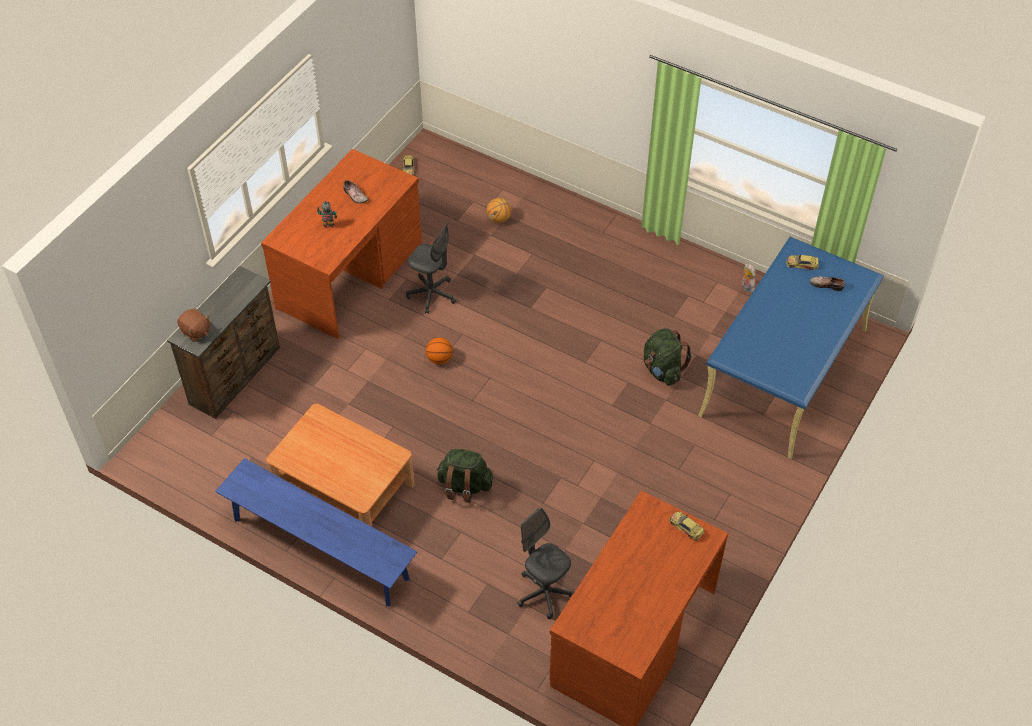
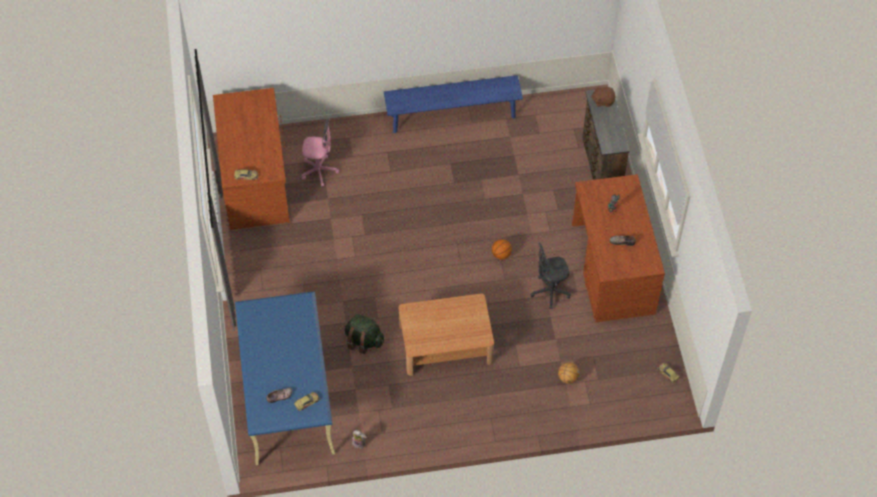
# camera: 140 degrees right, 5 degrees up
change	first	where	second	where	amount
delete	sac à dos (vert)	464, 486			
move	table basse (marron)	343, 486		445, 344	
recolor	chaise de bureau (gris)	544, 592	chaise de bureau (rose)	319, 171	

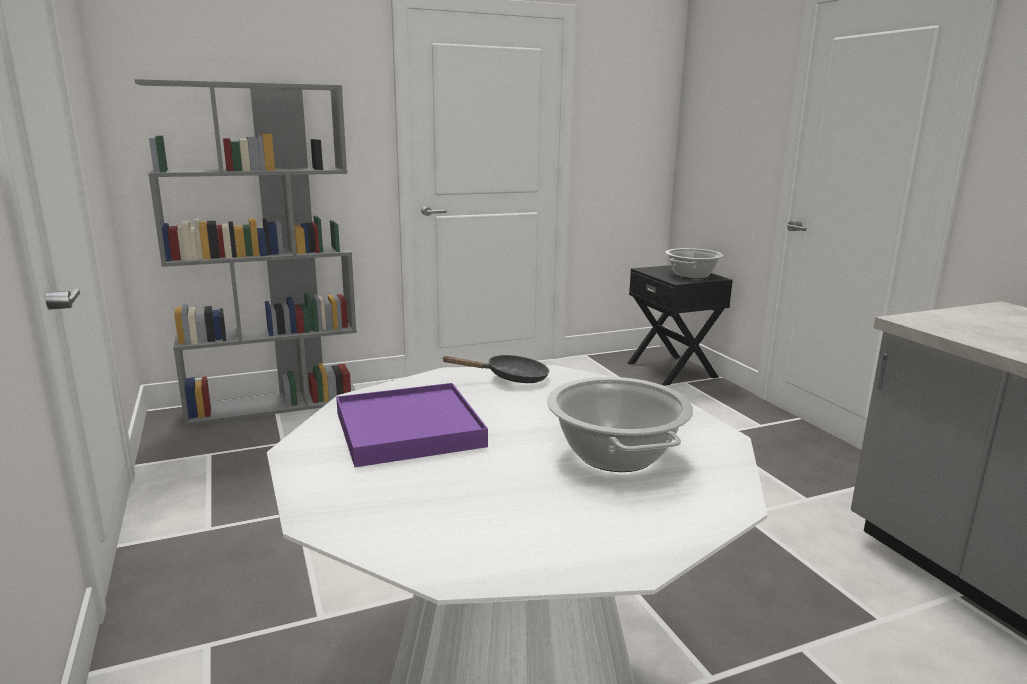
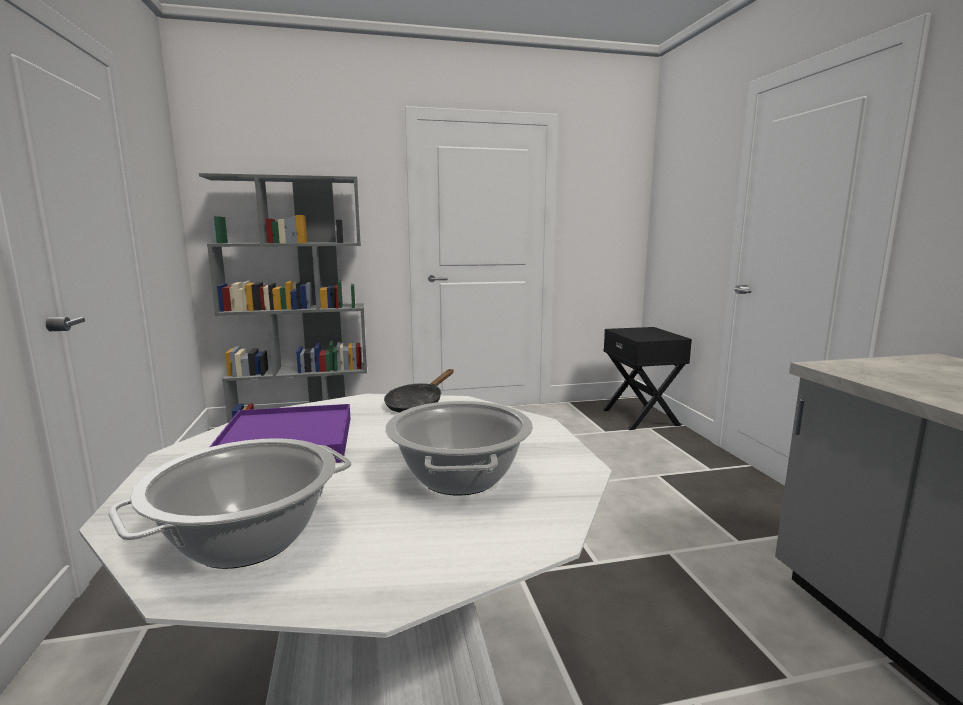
# camera: 10 degrees right, 5 degrees down
change	first	where	second	where	amount
move	marmite	691, 275		248, 539	
rotate	poêle (noir)	510, 378		417, 404	120 degrees clockwise

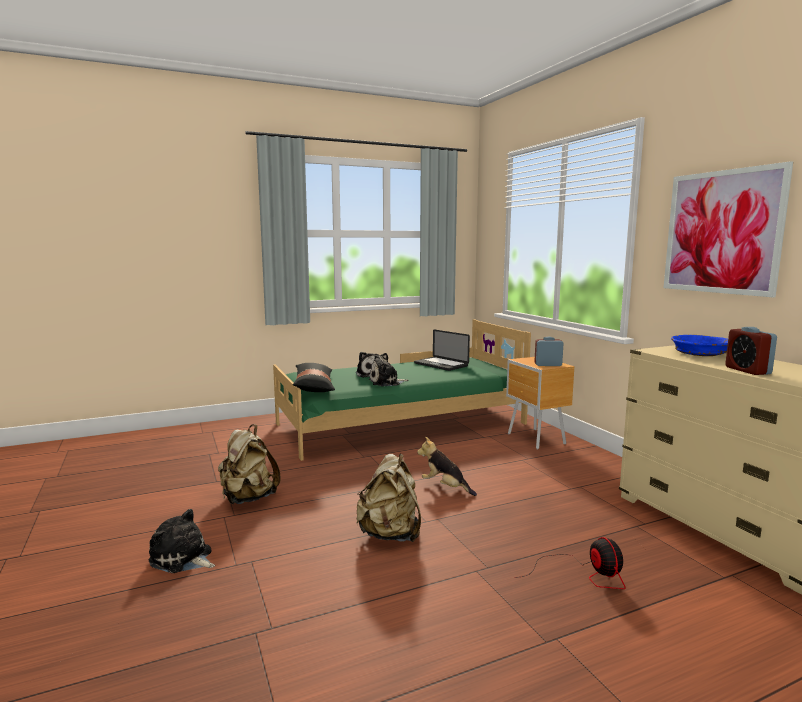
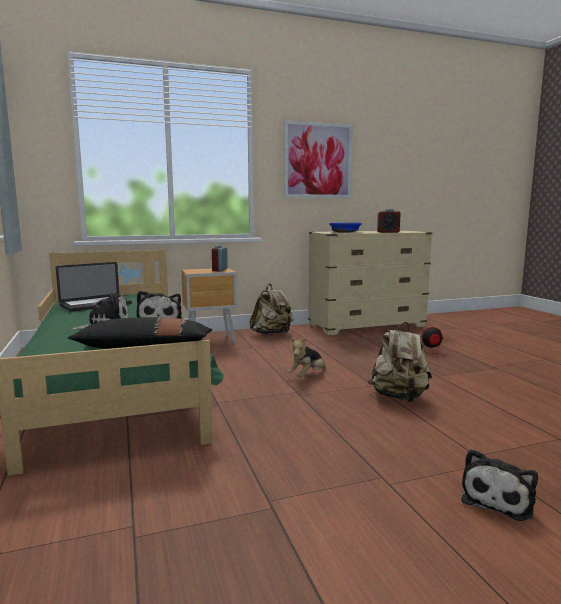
# camera: 85 degrees left, 0 degrees up
change	first	where	second	where	amount
move	sac à dos (beige)	248, 498		272, 334	

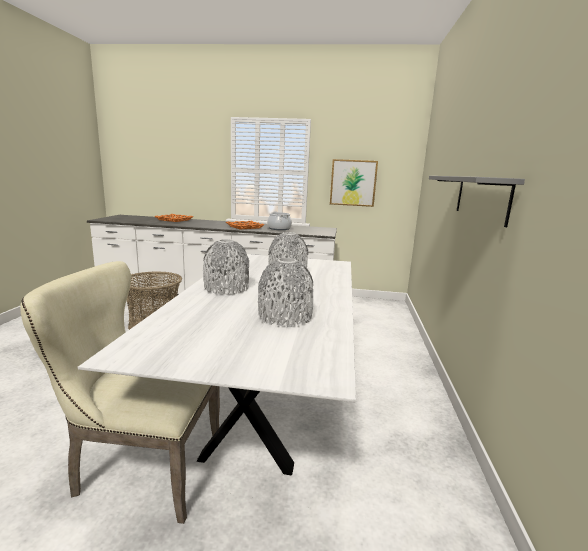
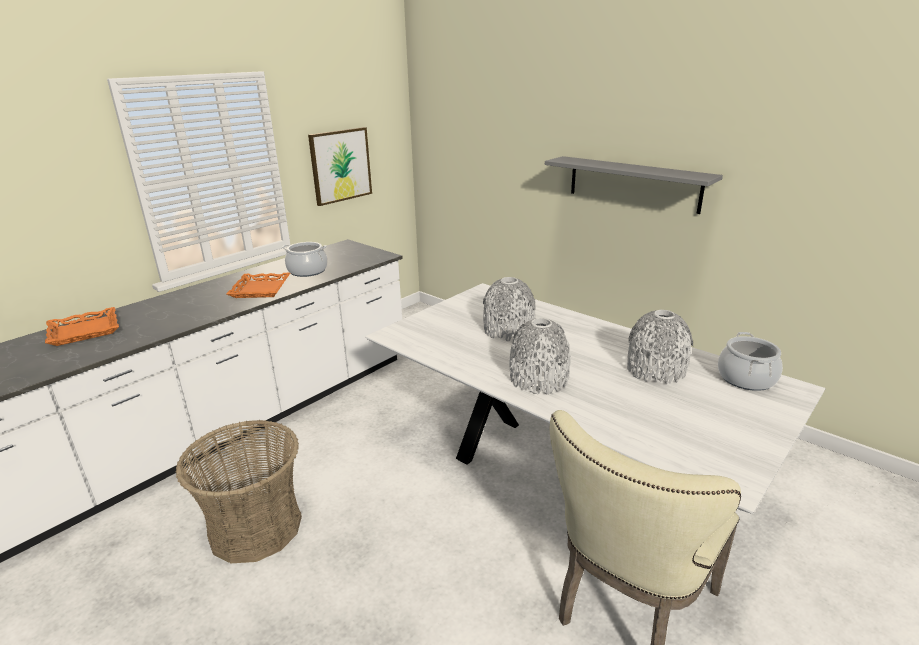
# camera: 55 degrees left, 10 degrees up
change	first	where	second	where	amount
insert			marmite	746, 378	

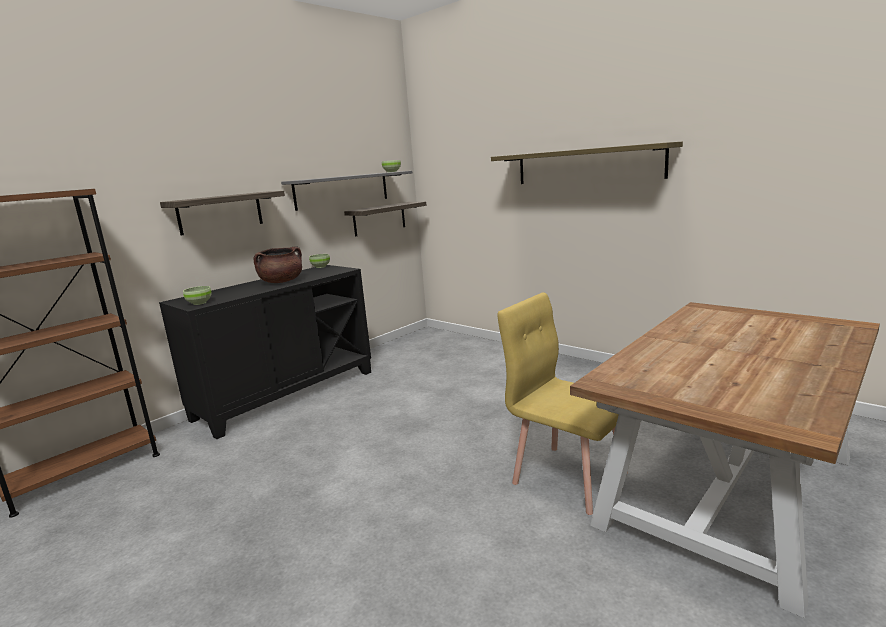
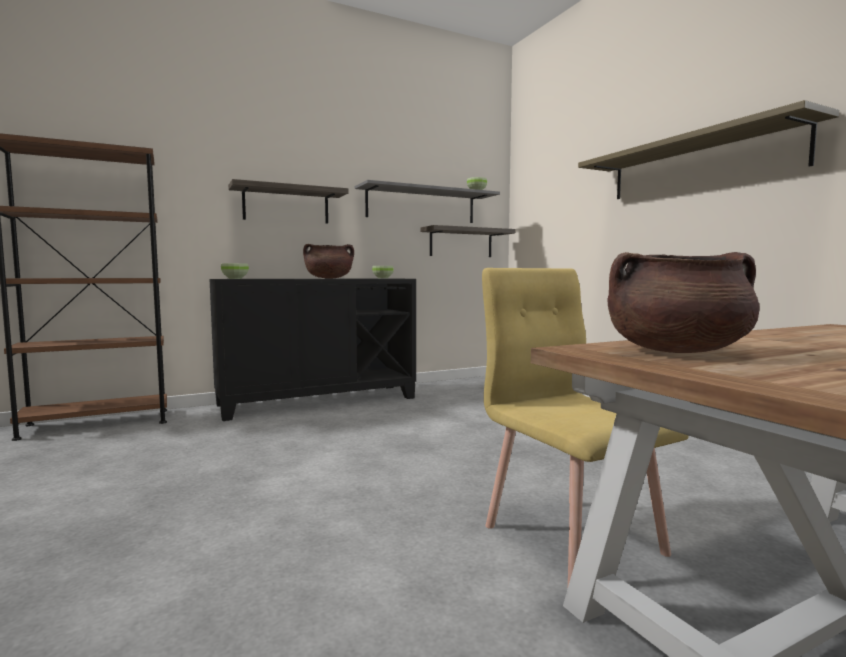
# camera: 20 degrees right, 10 degrees down
change	first	where	second	where	amount
insert			marmite (marron)	677, 351	

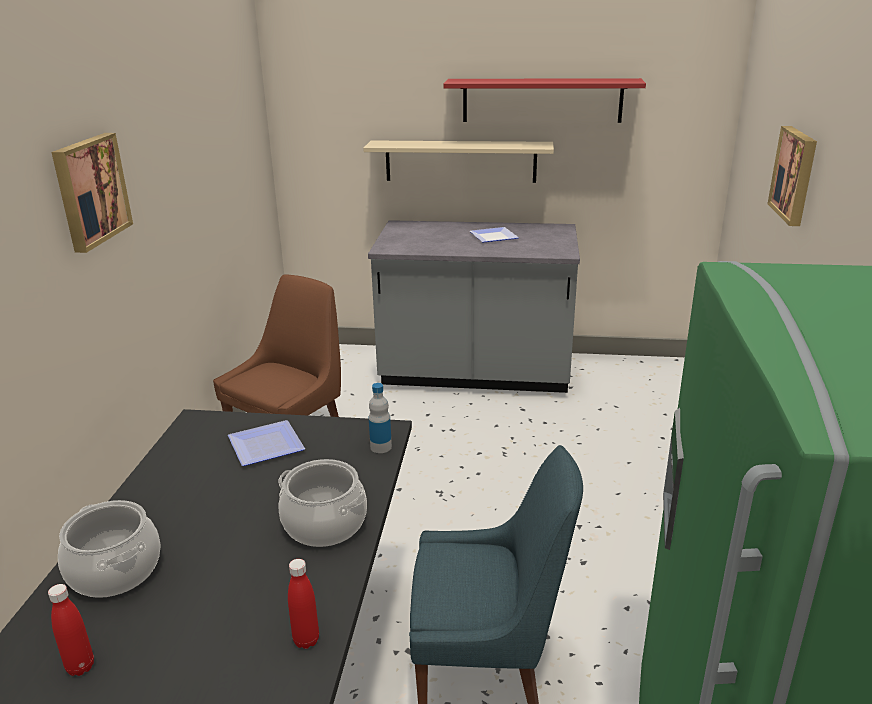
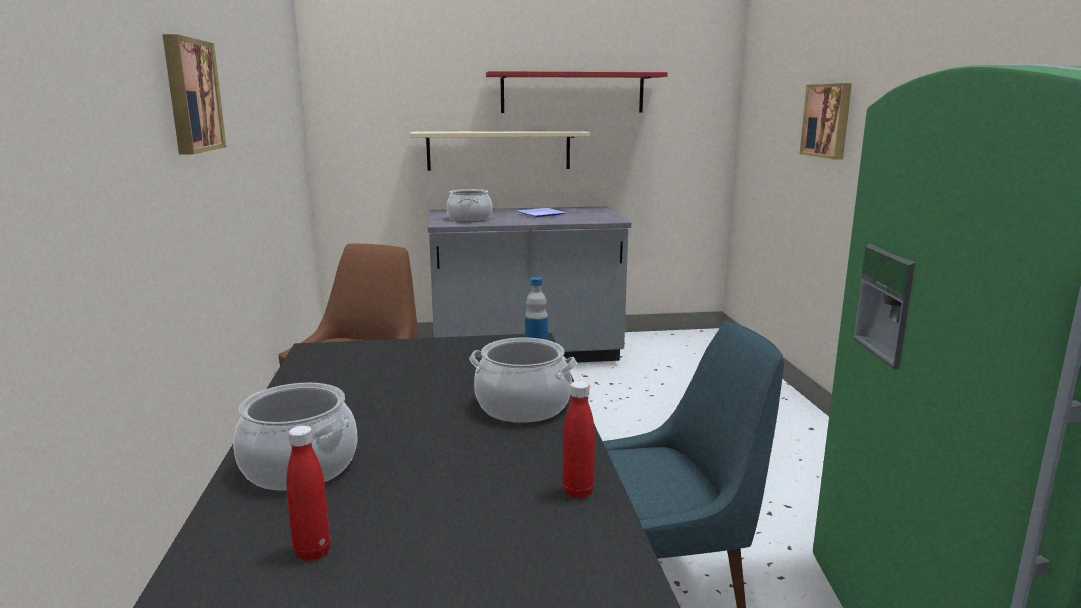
# camera: 15 degrees left, 10 degrees down
change	first	where	second	where	amount
delete	assiette	269, 446			
insert			marmite	469, 219	

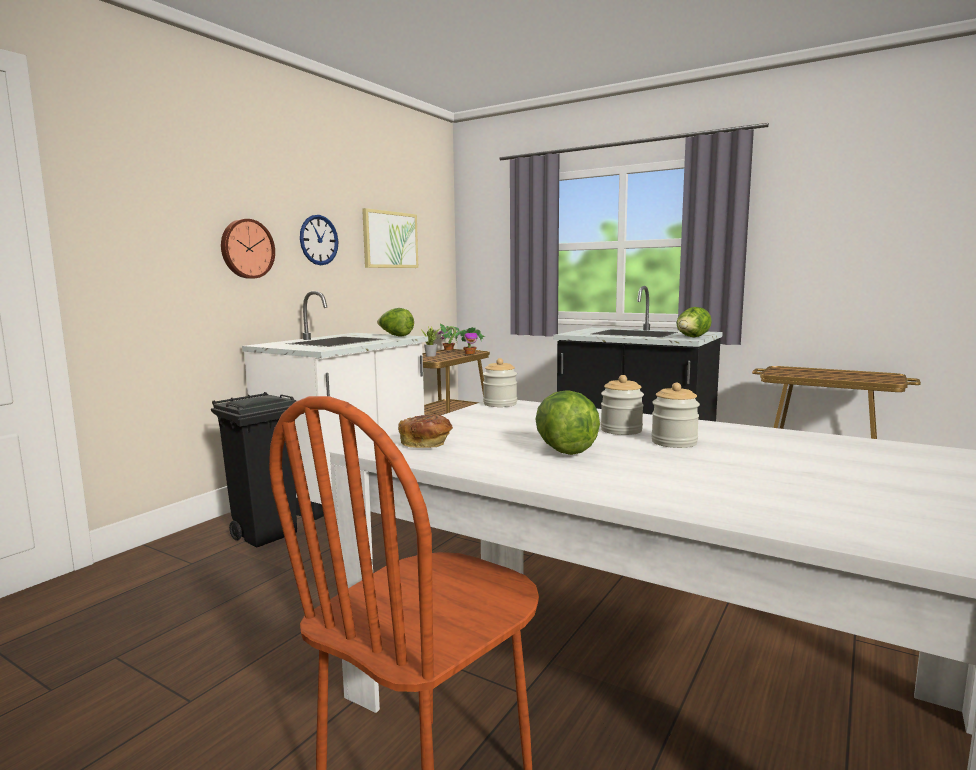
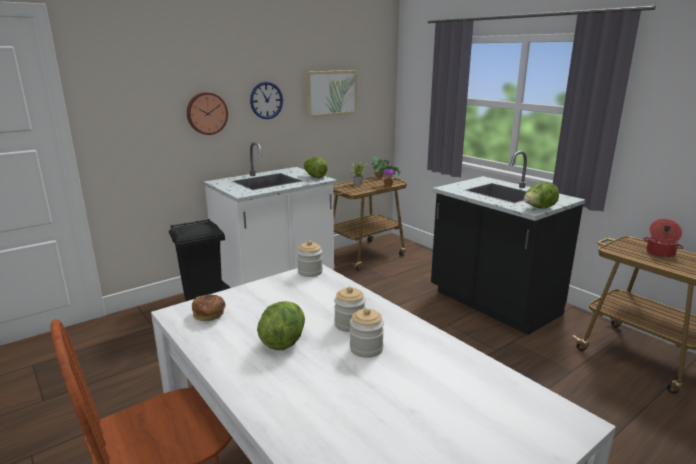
# camera: 20 degrees right, 10 degrees up
change	first	where	second	where	amount
insert			marmite	660, 253	

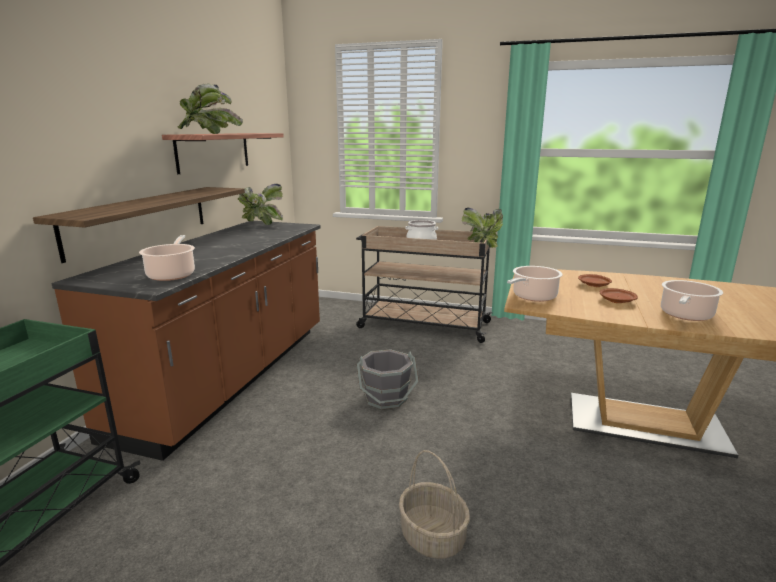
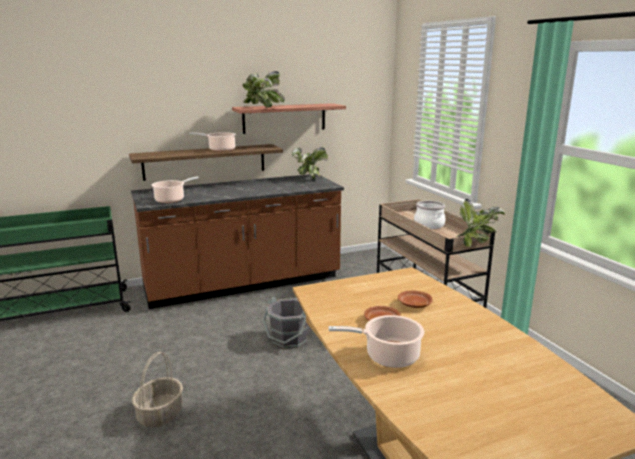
# camera: 50 degrees right, 0 degrees up
change	first	where	second	where	amount
move	marmite	533, 297		220, 149	

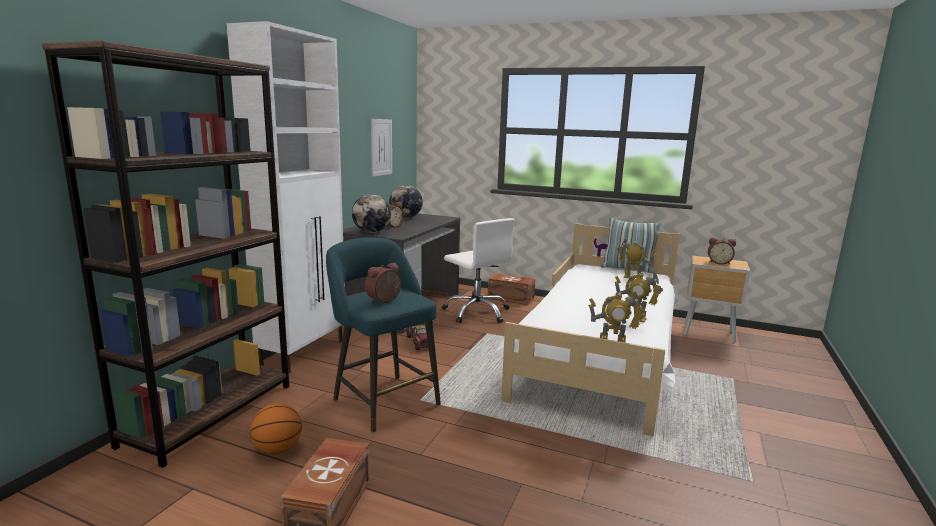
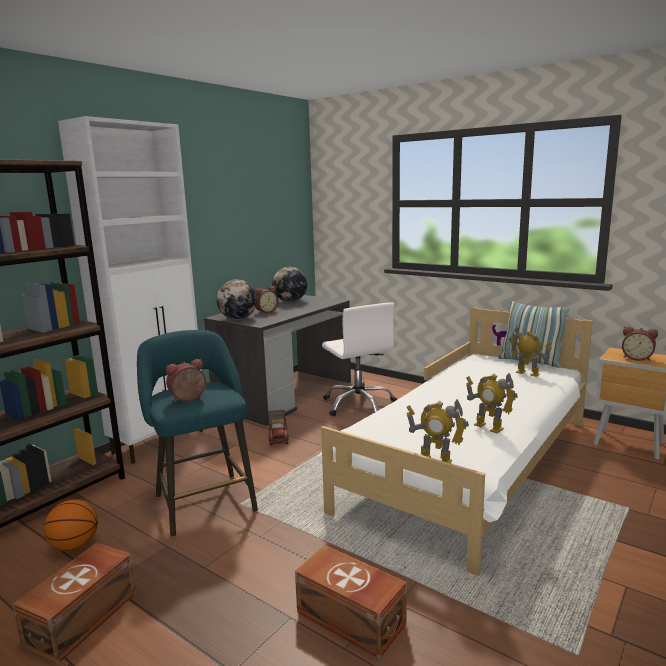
# camera: 15 degrees right, 0 degrees up
change	first	where	second	where	amount
delete	tableau	381, 147			
move	boîte de rangement (marron)	511, 299		351, 619	

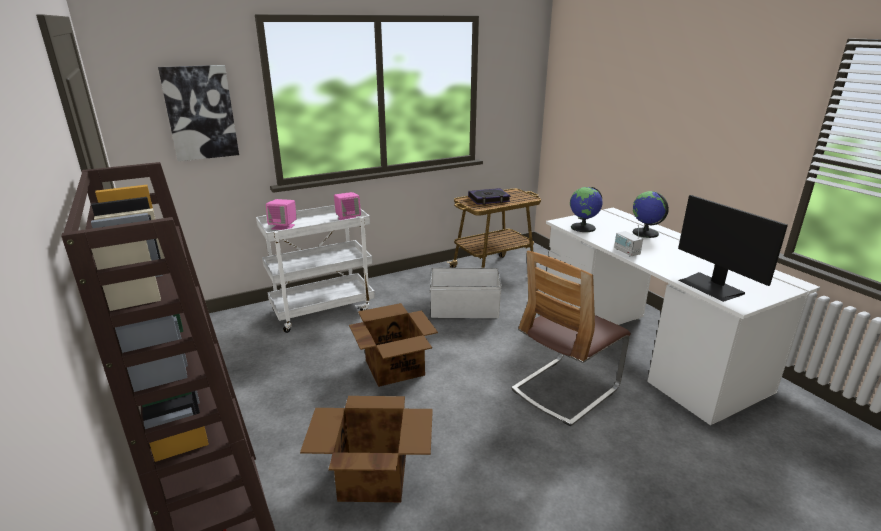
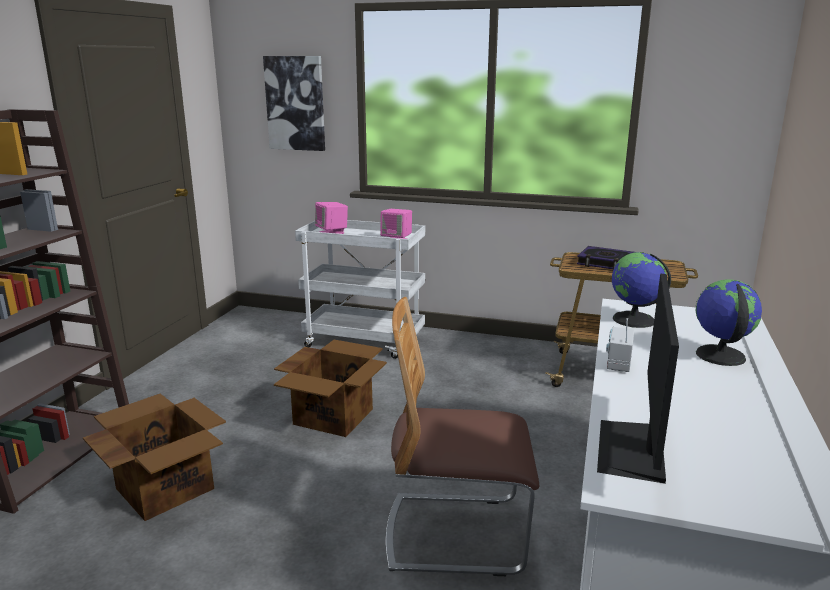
# camera: 45 degrees right, 5 degrees down
change	first	where	second	where	amount
delete	boîte de rangement (blanc)	464, 309			

